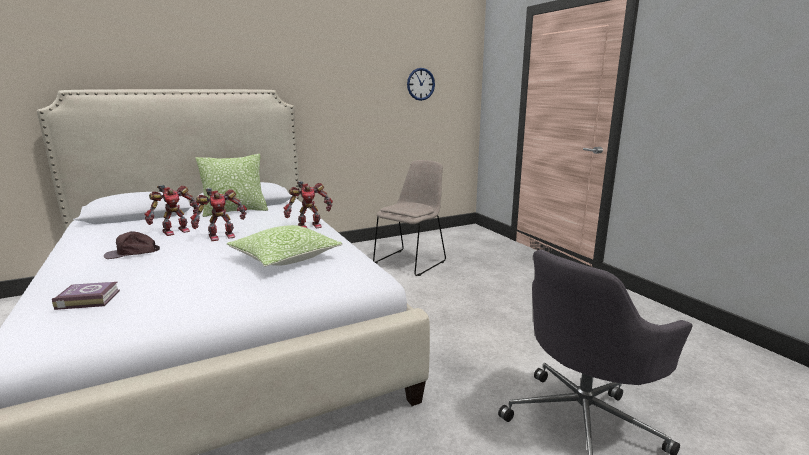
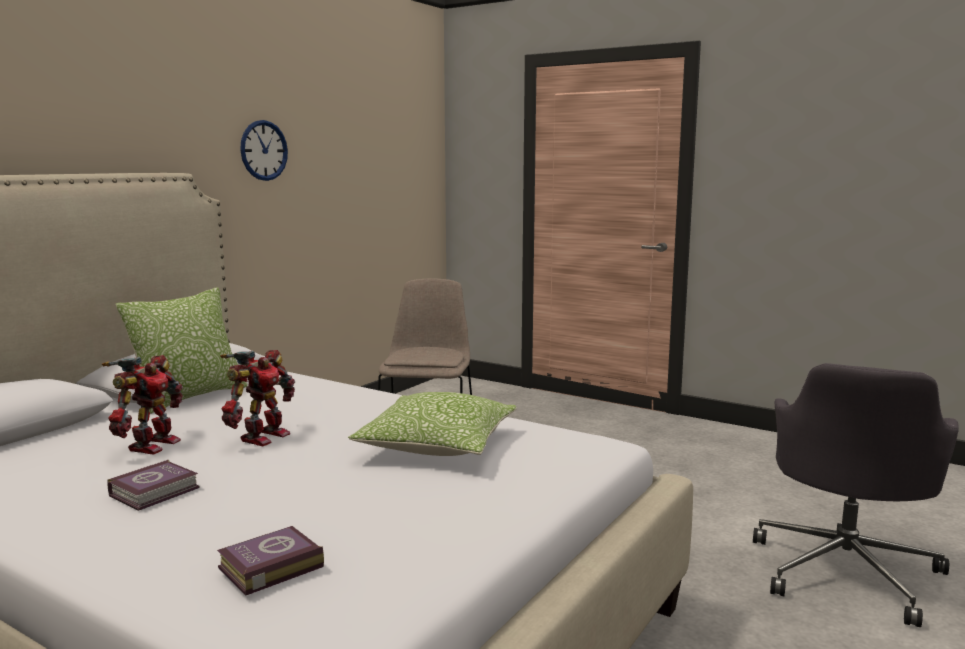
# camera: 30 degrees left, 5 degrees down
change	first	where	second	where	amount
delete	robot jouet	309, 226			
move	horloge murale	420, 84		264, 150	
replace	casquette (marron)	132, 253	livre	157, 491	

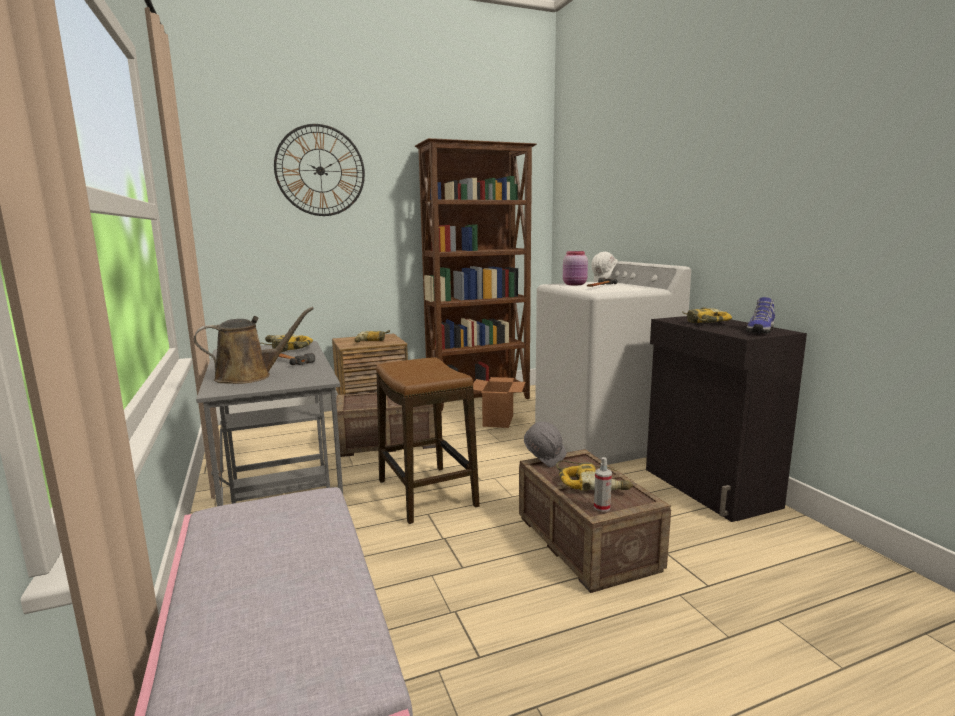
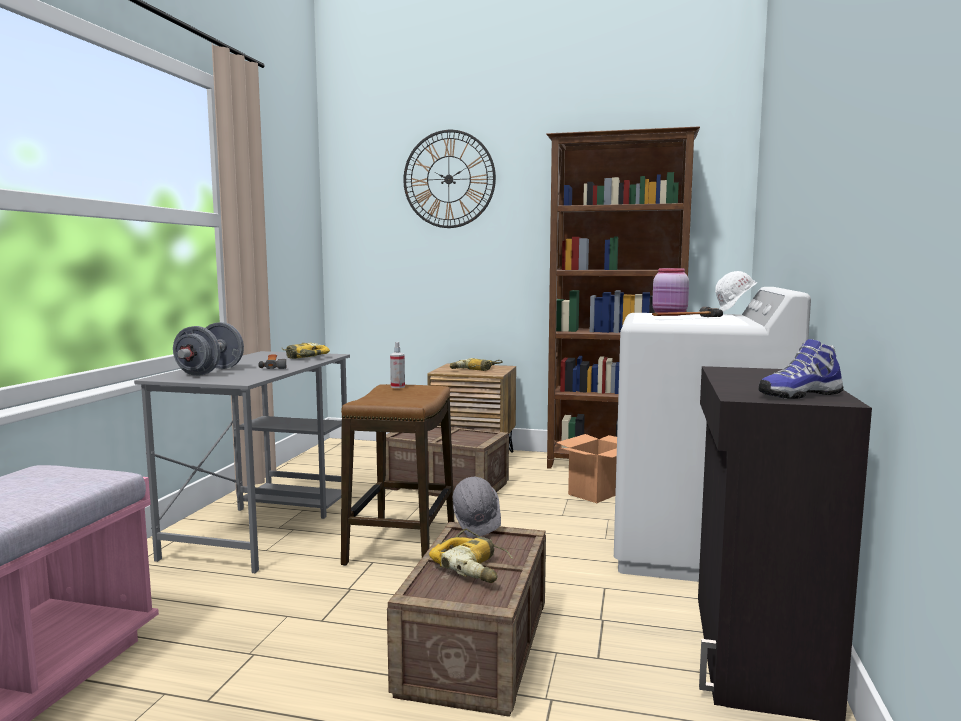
# camera: 35 degrees right, 5 degrees down
change	first	where	second	where	amount
delete	perceuse	702, 321			
move	vaporisateur	602, 507		397, 386	
replace	arrosoir (marron)	249, 376	haltère (gris)	210, 372	

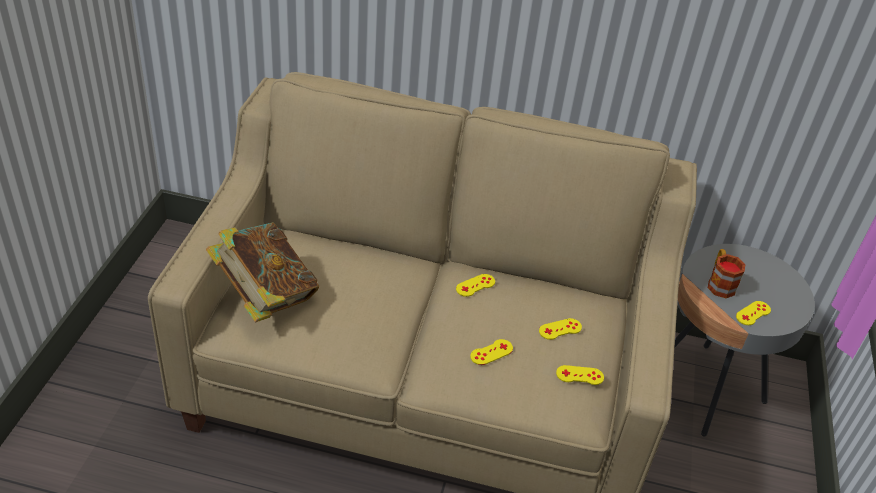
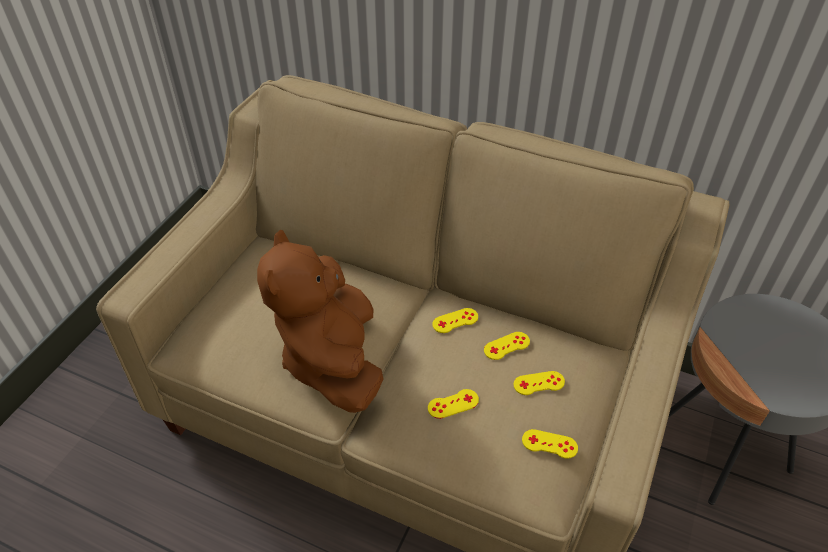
# camera: 15 degrees right, 5 degrees up
change	first	where	second	where	amount
delete	livre	265, 296			
delete	mug	719, 283			
insert			peluche (marron)	332, 360	
move	manette (jaune)	753, 313		506, 346	

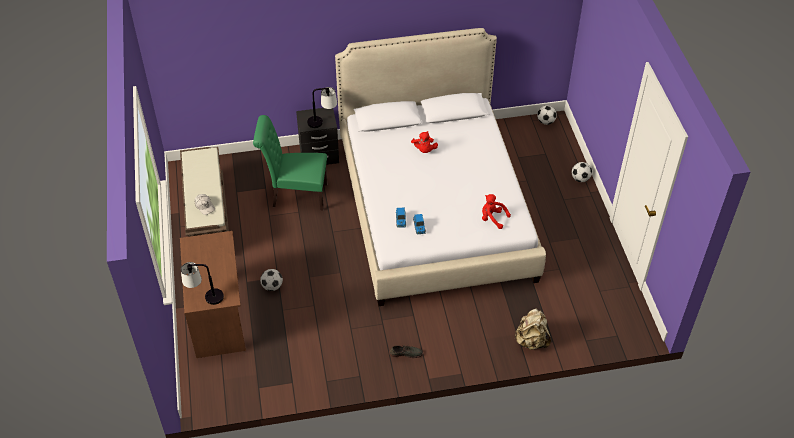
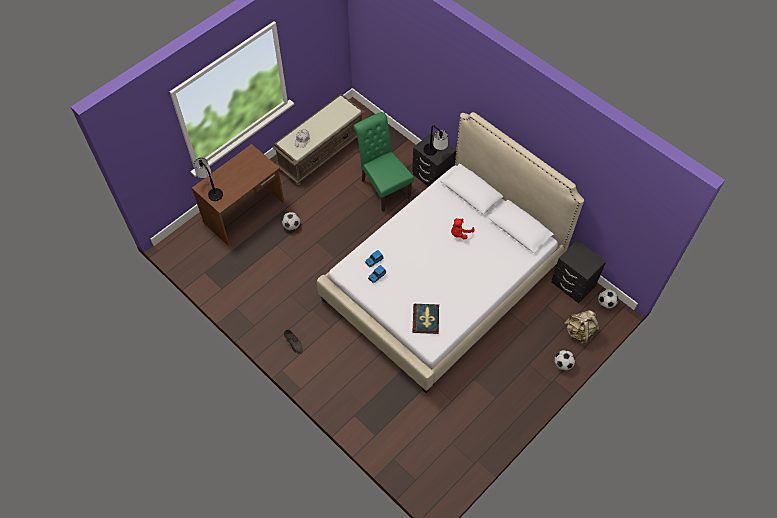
# camera: 55 degrees right, 10 degrees up
change	first	where	second	where	amount
insert			table de chevet (noir)	573, 284	
move	sac à dos (beige)	531, 340		579, 332	
replace	peluche (rouge)	492, 218	livre	426, 319	

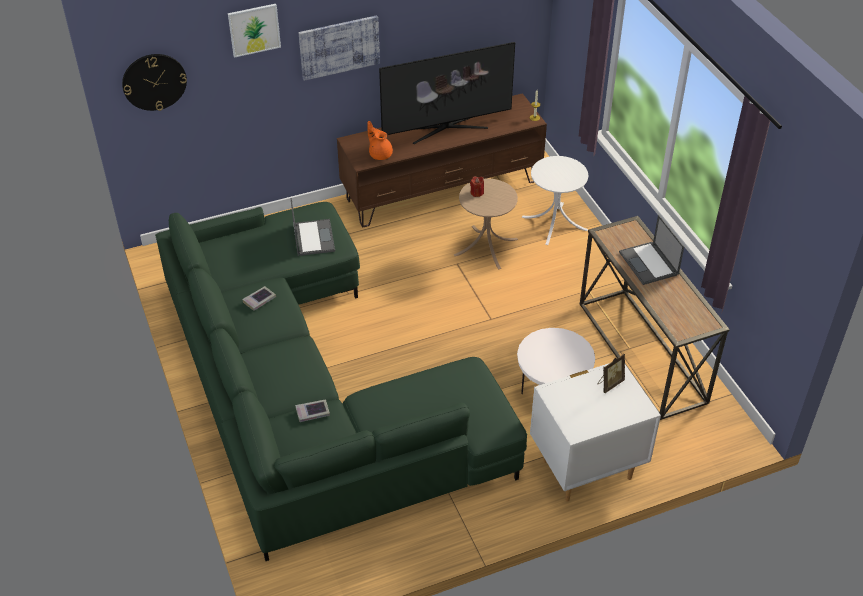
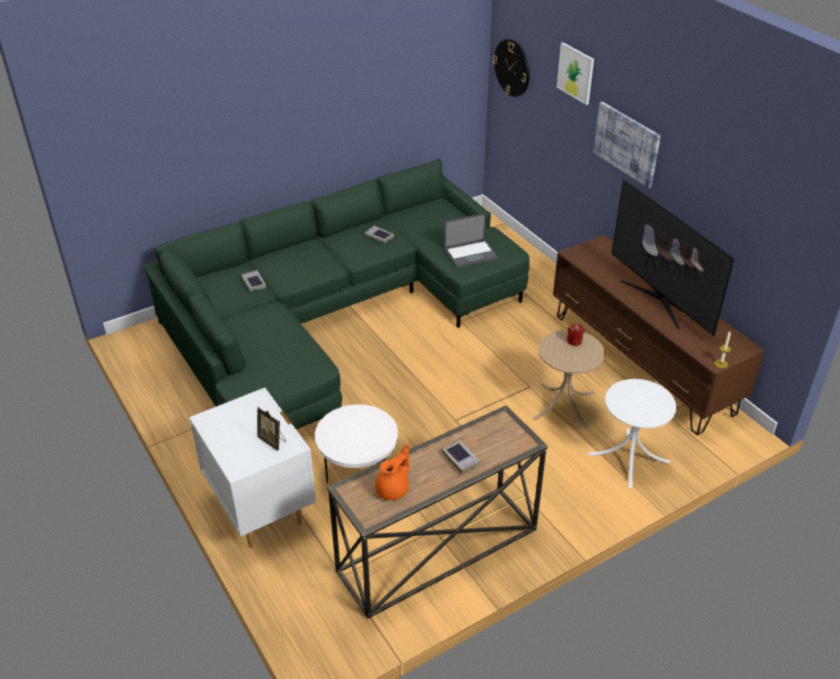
# camera: 80 degrees right, 5 degrees down
change	first	where	second	where	amount
move	théière (orange)	380, 154		393, 489	
replace	ordinateur portable	649, 264	livre	461, 459	

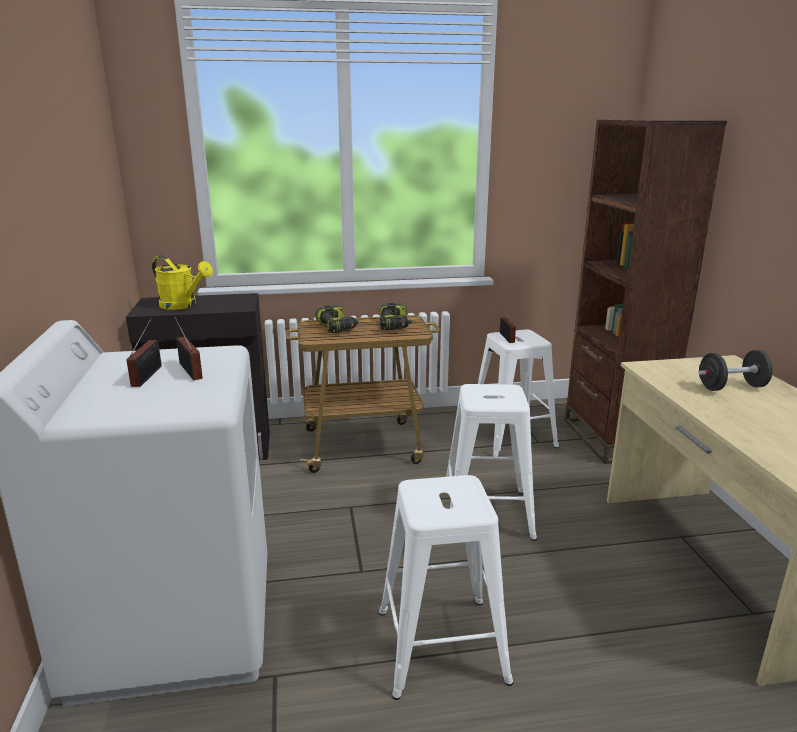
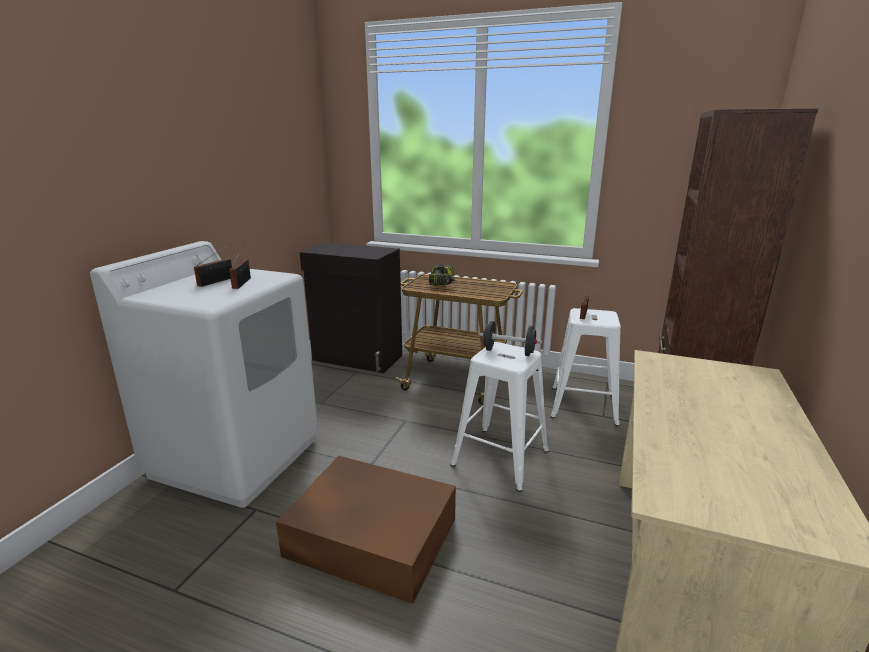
# camera: 30 degrees right, 0 degrees up
change	first	where	second	where	amount
delete	arrosoir (jaune)	183, 305			
delete	perceuse	394, 325			
move	haltère (noir)	731, 387		509, 352	
replace	tabouret (blanc)	439, 644	boîte de rangement (marron)	370, 535	

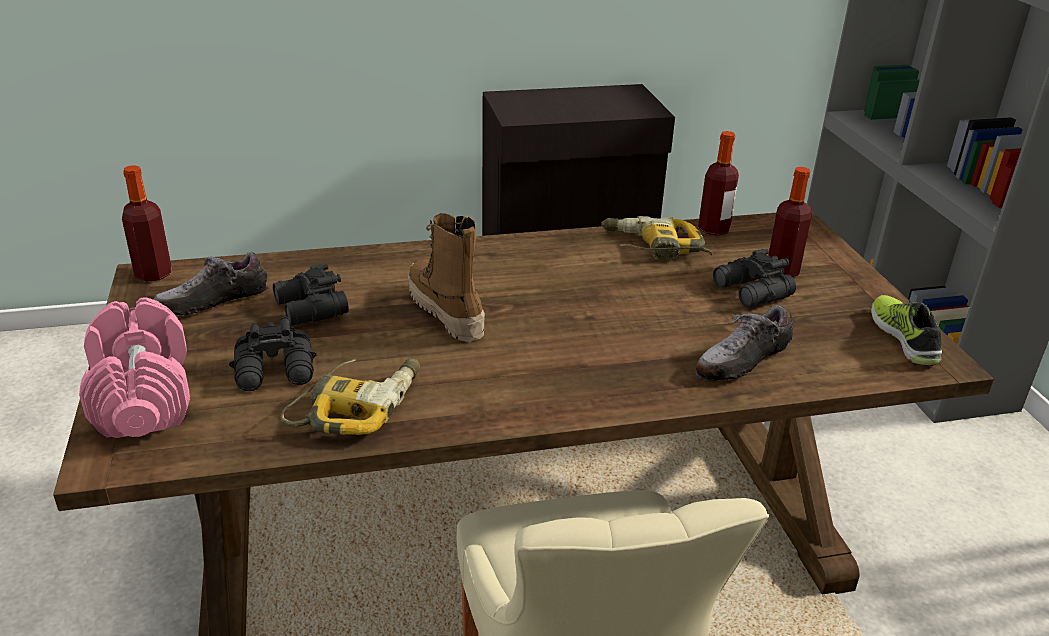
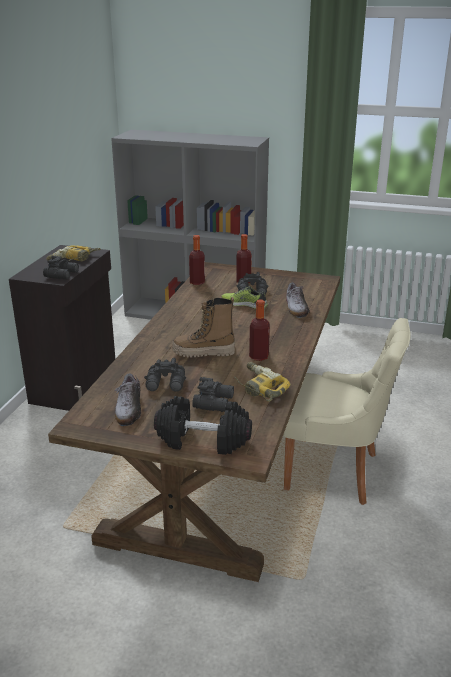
# camera: 60 degrees left, 5 degrees down
change	first	where	second	where	amount
insert			jumelles (noir)	62, 274	
move	bouteille	153, 274		258, 357	
move	perceuse	653, 248		73, 259	
move	chaussure	905, 337		244, 304	
recolor	haltère (rose)	141, 395	haltère (noir)	202, 440	

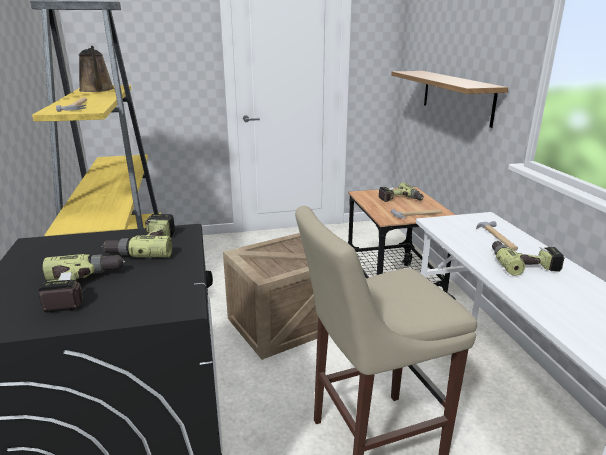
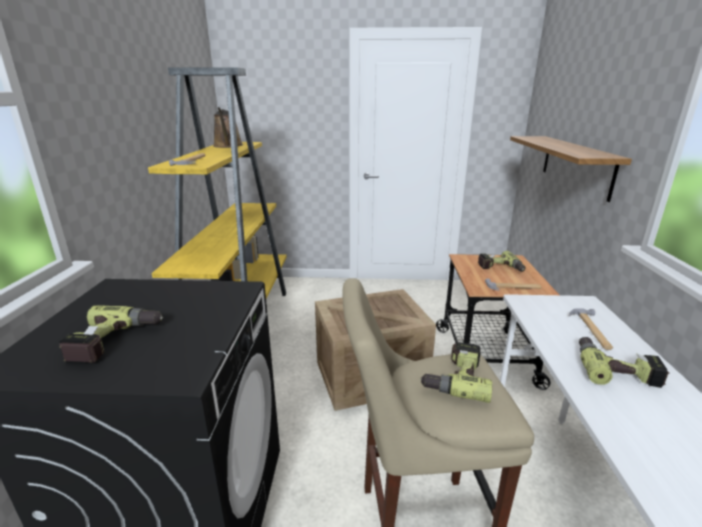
# camera: 15 degrees right, 0 degrees up
change	first	where	second	where	amount
move	perceuse	145, 246		454, 378	

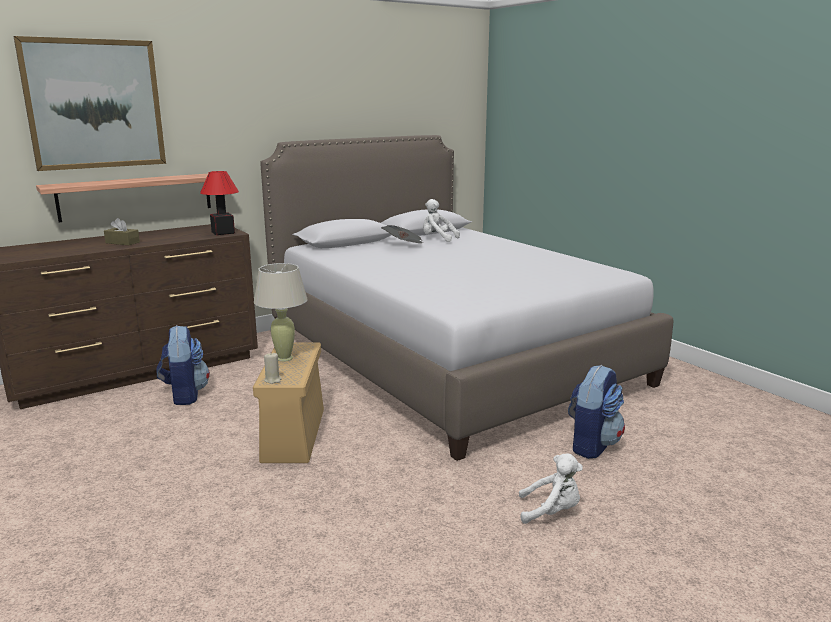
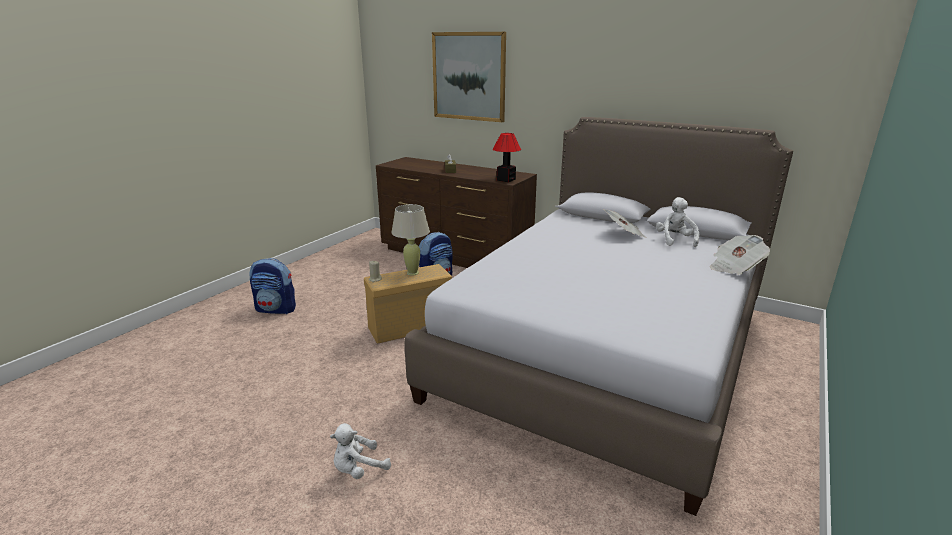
# camera: 65 degrees right, 5 degrees up
change	first	where	second	where	amount
delete	étagère	136, 196			
insert			journal	735, 267	
move	sac à dos	592, 444		276, 309	
rotate	peluche (blanc)	551, 512		358, 469	75 degrees clockwise

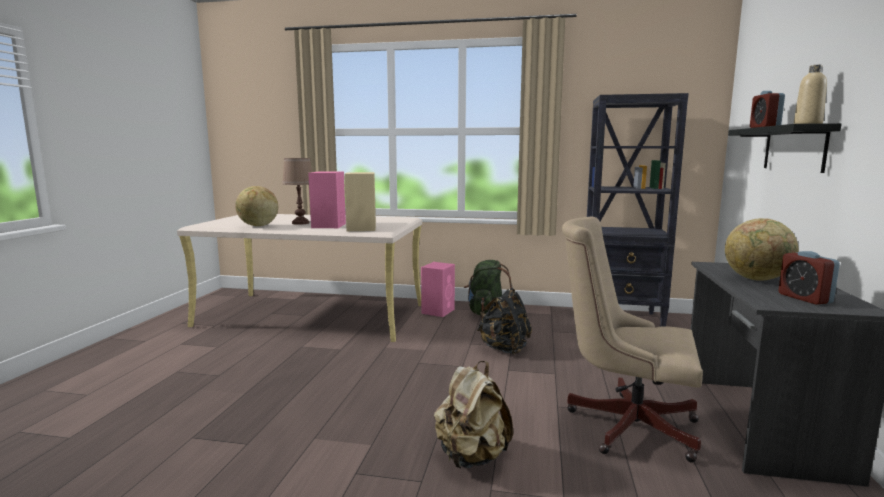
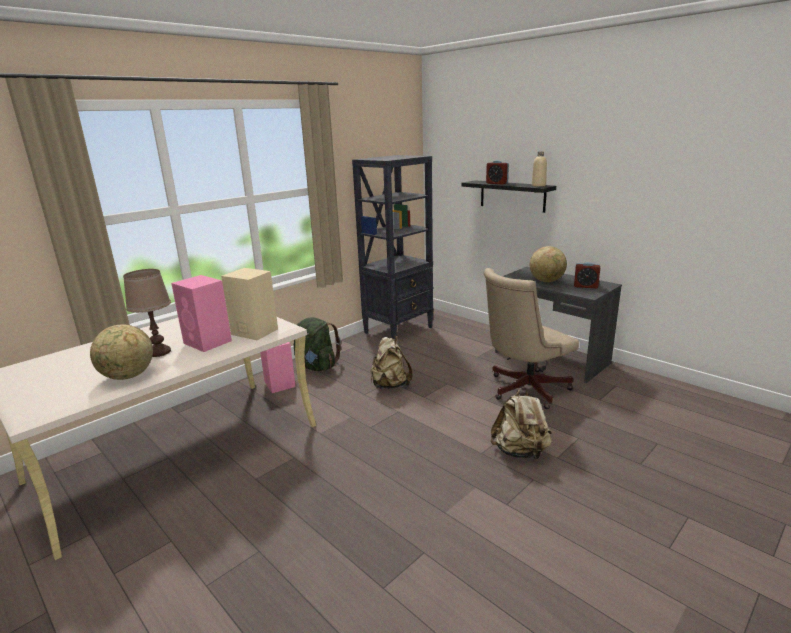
# camera: 55 degrees left, 10 degrees up
change	first	where	second	where	amount
recolor	sac à dos (noir)	504, 349	sac à dos (beige)	390, 385	

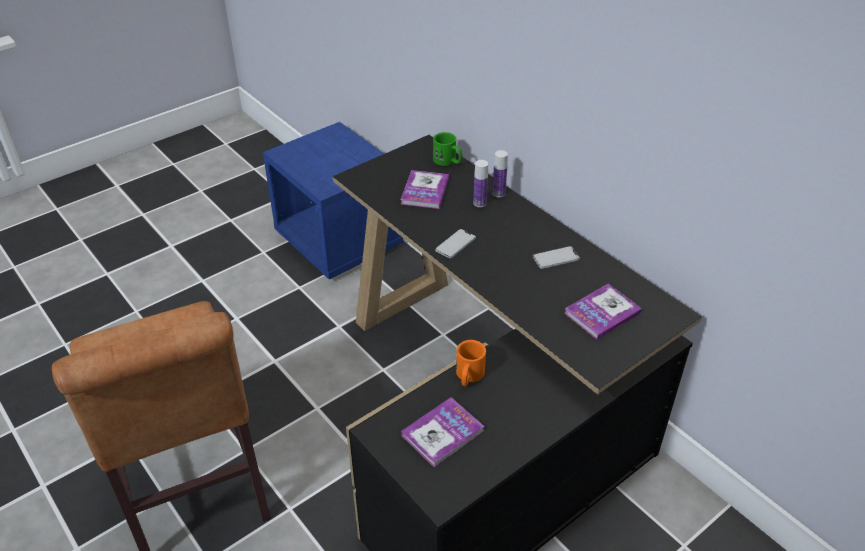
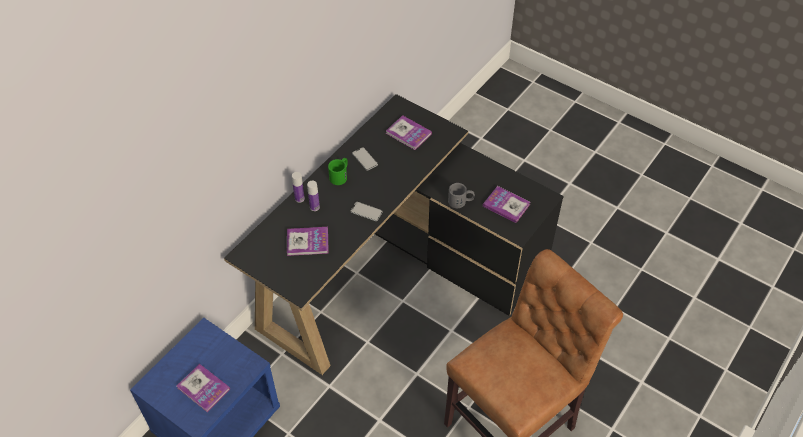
# camera: 105 degrees left, 10 degrees up
change	first	where	second	where	amount
insert			livre	203, 388	
move	mug (vert)	448, 161		340, 175	
recolor	mug (orange)	468, 376	mug (gris)	461, 201	

